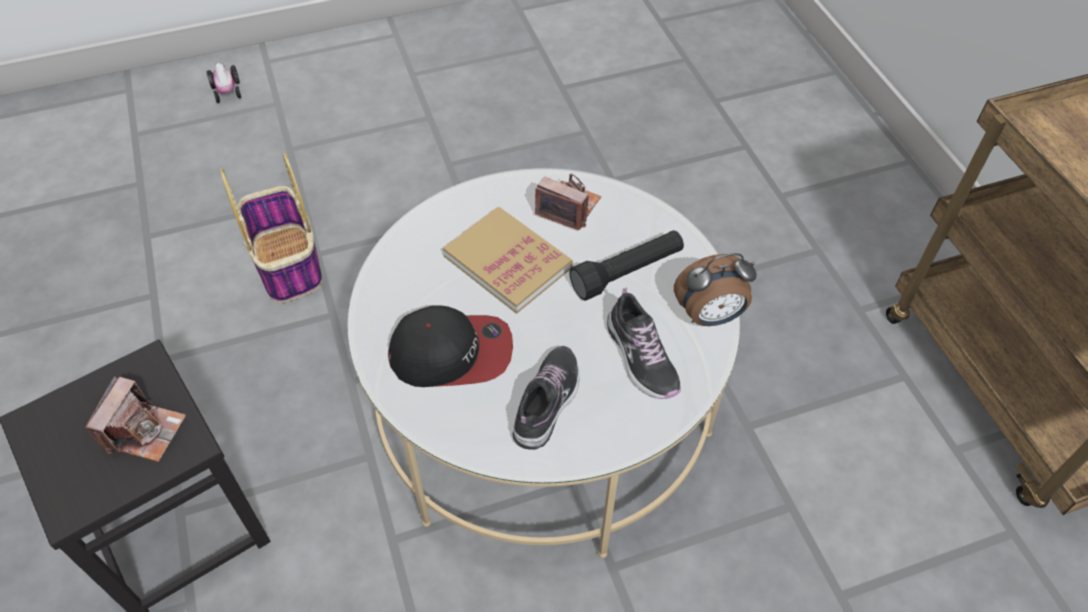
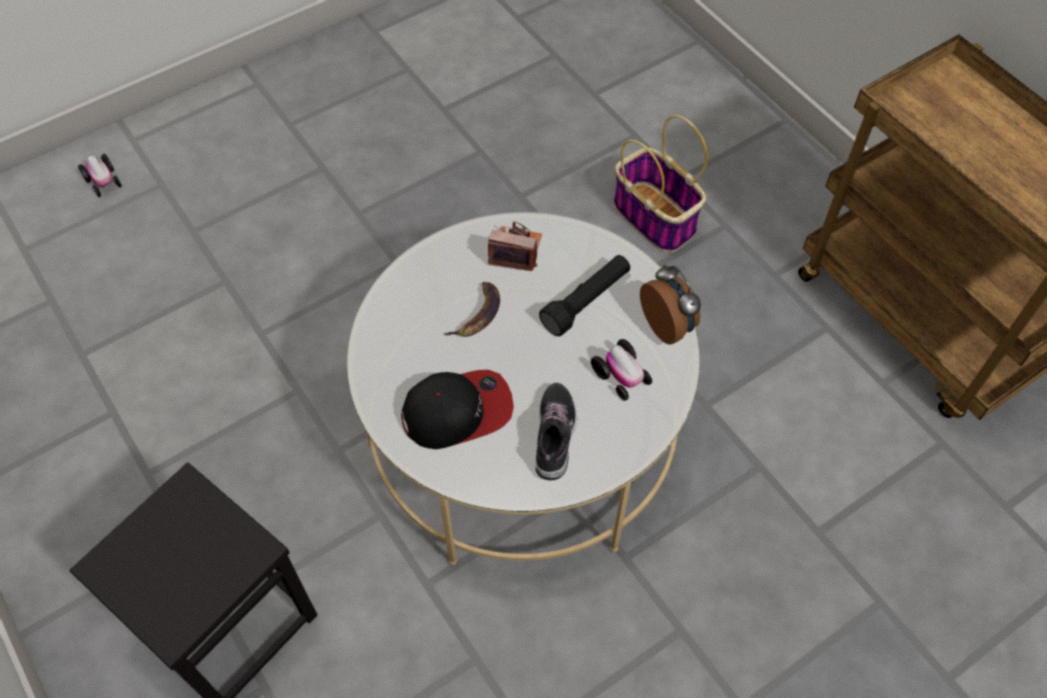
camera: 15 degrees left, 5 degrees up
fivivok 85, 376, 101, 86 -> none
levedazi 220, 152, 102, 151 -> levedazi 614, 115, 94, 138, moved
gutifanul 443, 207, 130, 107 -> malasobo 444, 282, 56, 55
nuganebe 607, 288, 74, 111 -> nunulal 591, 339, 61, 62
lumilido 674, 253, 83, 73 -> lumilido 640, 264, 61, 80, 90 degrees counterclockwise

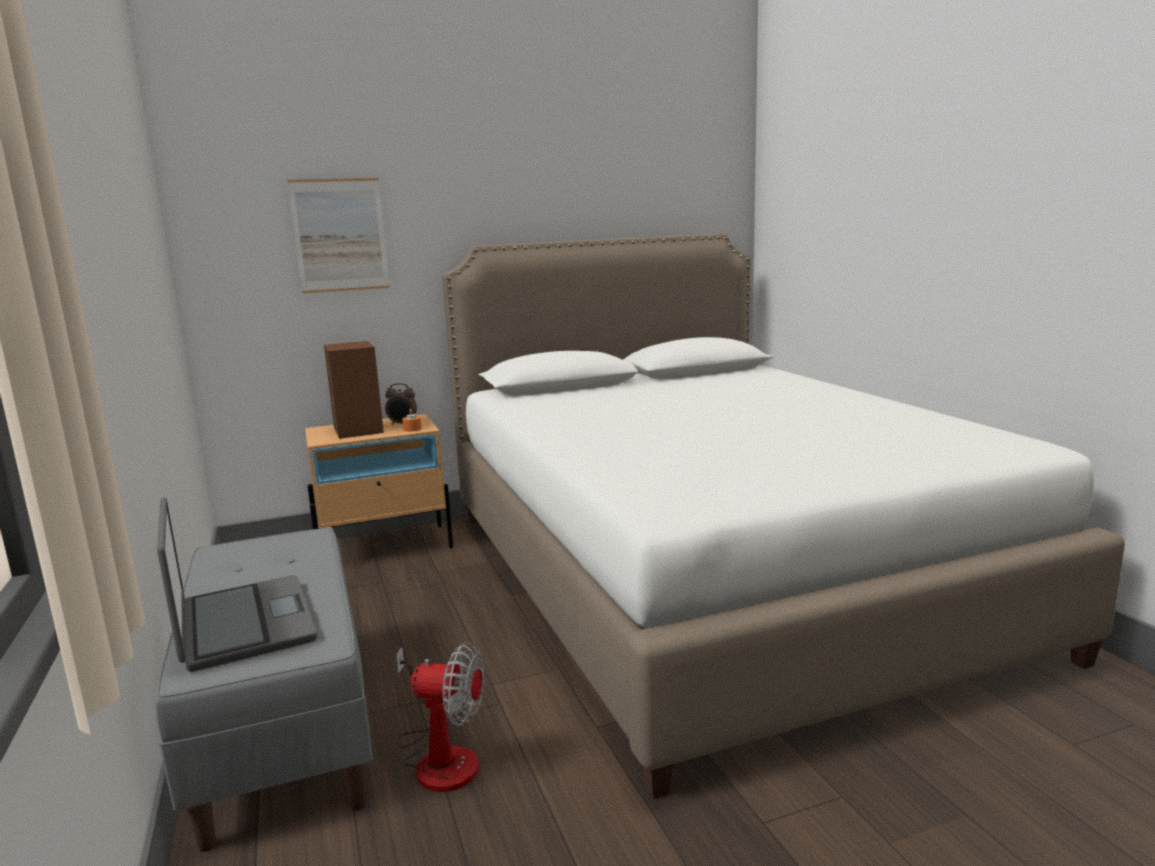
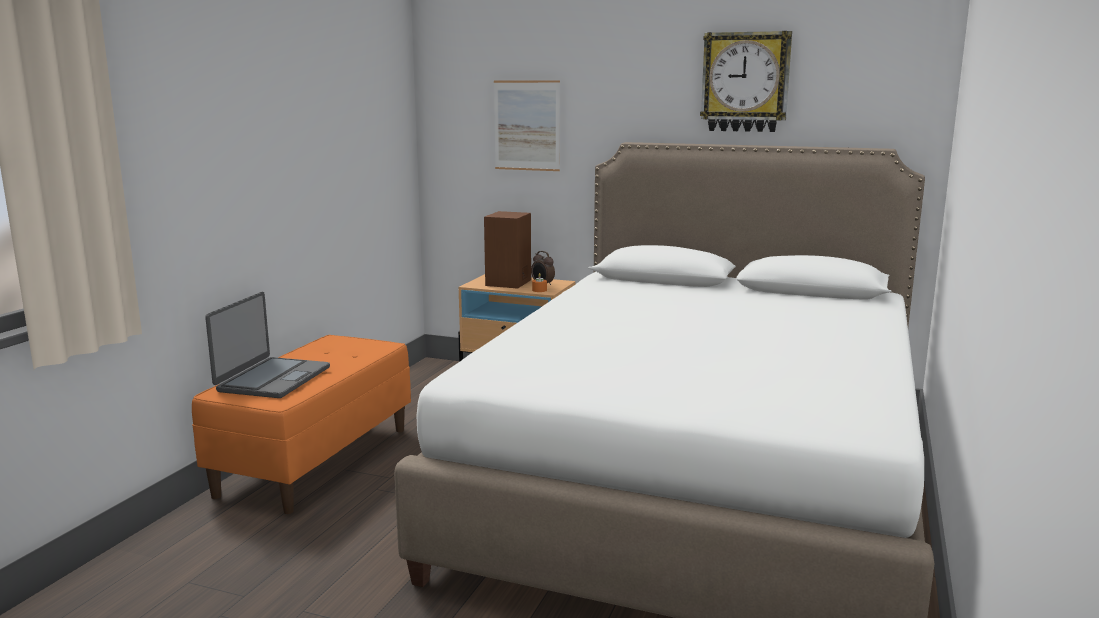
camera: 40 degrees right, 0 degrees up
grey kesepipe 156, 527, 217, 325 -> orange kesepipe 192, 335, 219, 179
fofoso 396, 642, 89, 150 -> none
none -> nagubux 700, 31, 92, 101

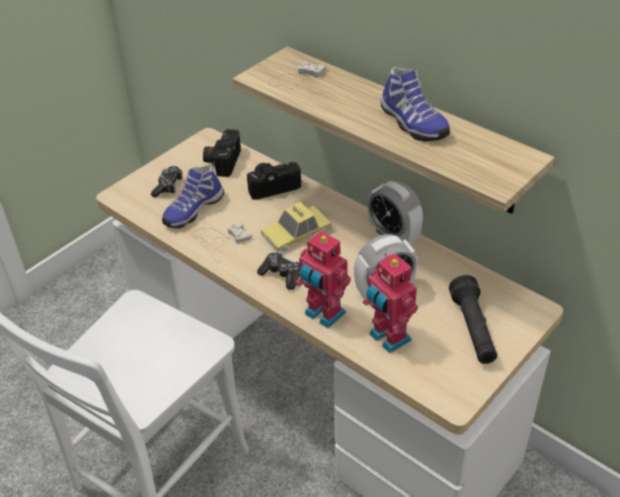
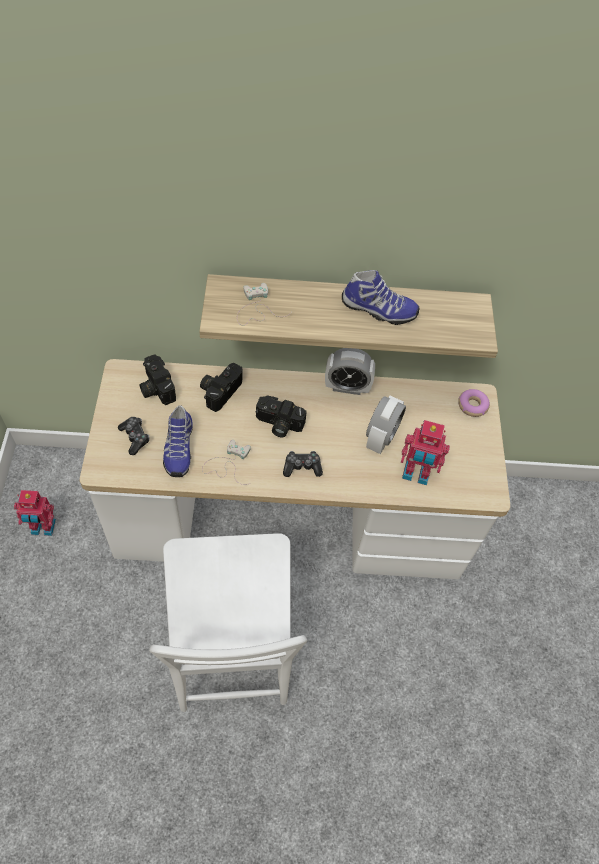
camera: 45 degrees left, 15 degrees up
nunulal 260, 202, 71, 50 -> fivivok 256, 395, 51, 42
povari 296, 231, 55, 97 -> povari 14, 490, 42, 46, moved
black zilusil 449, 275, 48, 89 -> none
none -> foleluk 458, 389, 32, 28

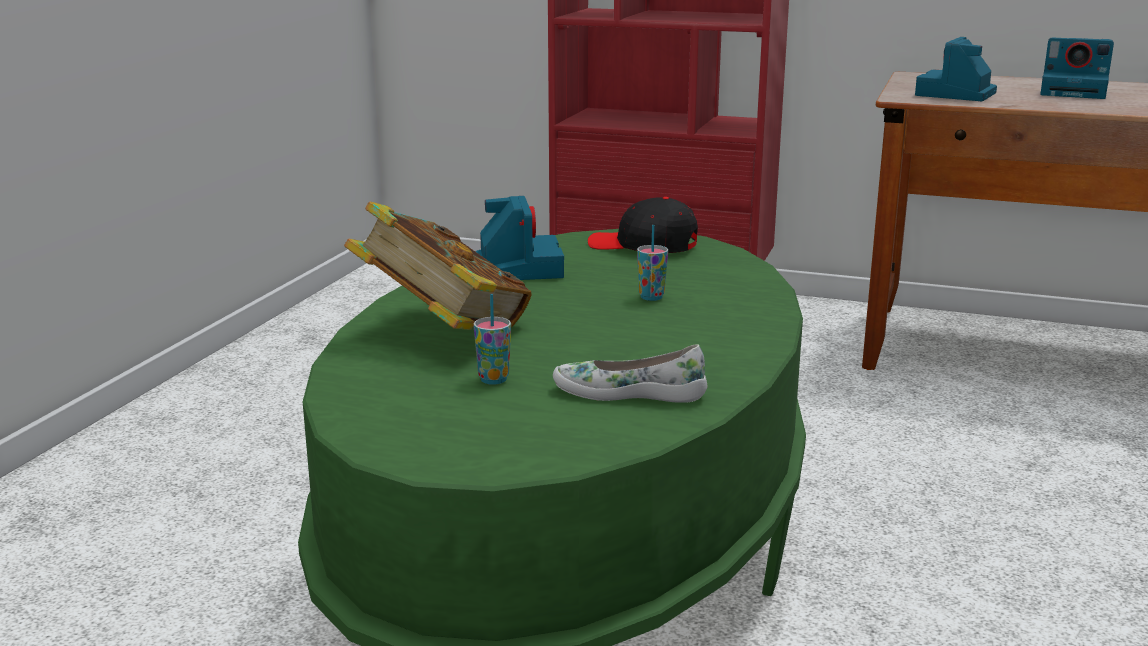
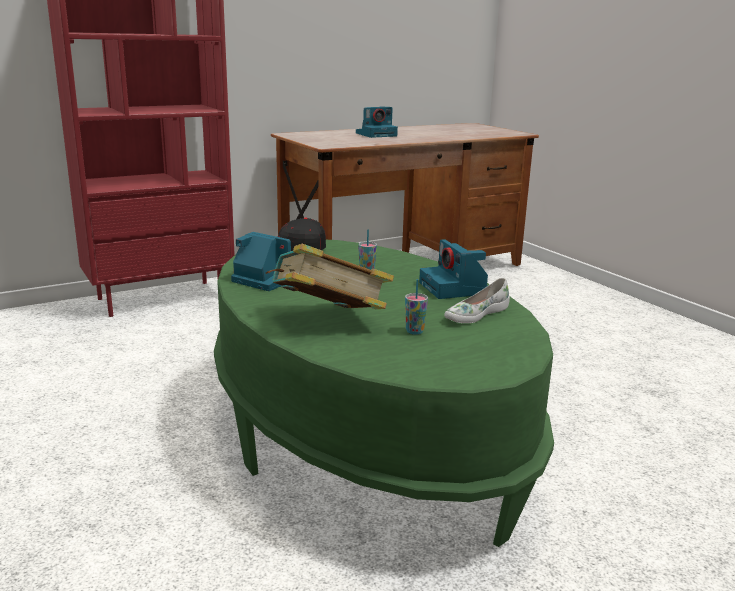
camera: 50 degrees left, 0 degrees up
fivivok 915, 37, 82, 64 -> fivivok 419, 239, 69, 60, moved

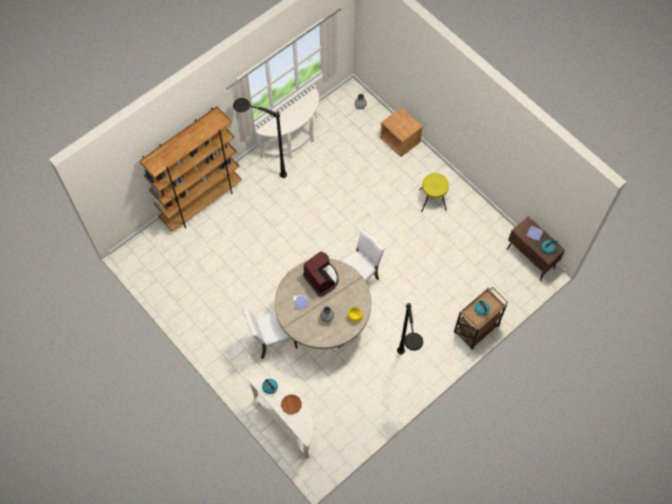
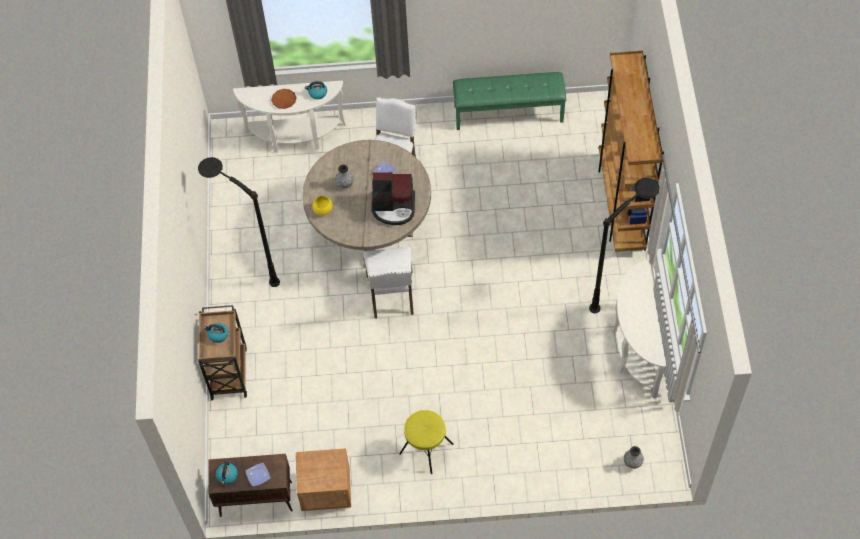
camera: 130 degrees right, 5 degrees down
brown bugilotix 380, 107, 43, 50 -> brown bugilotix 296, 448, 55, 63, moved
none -> green kesepipe 453, 72, 113, 58

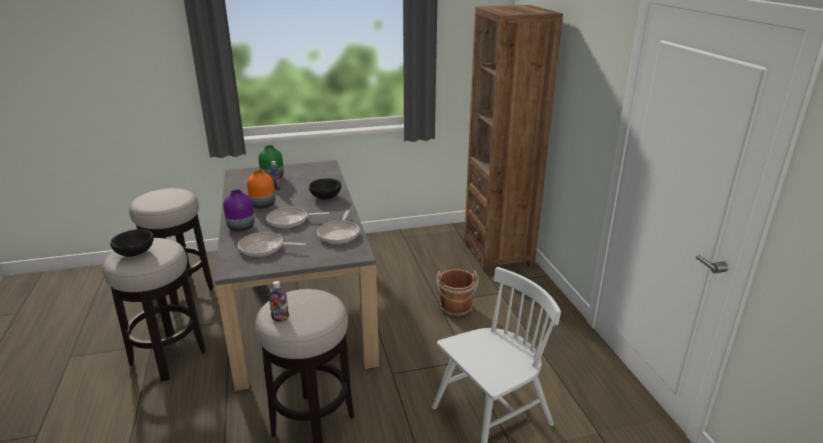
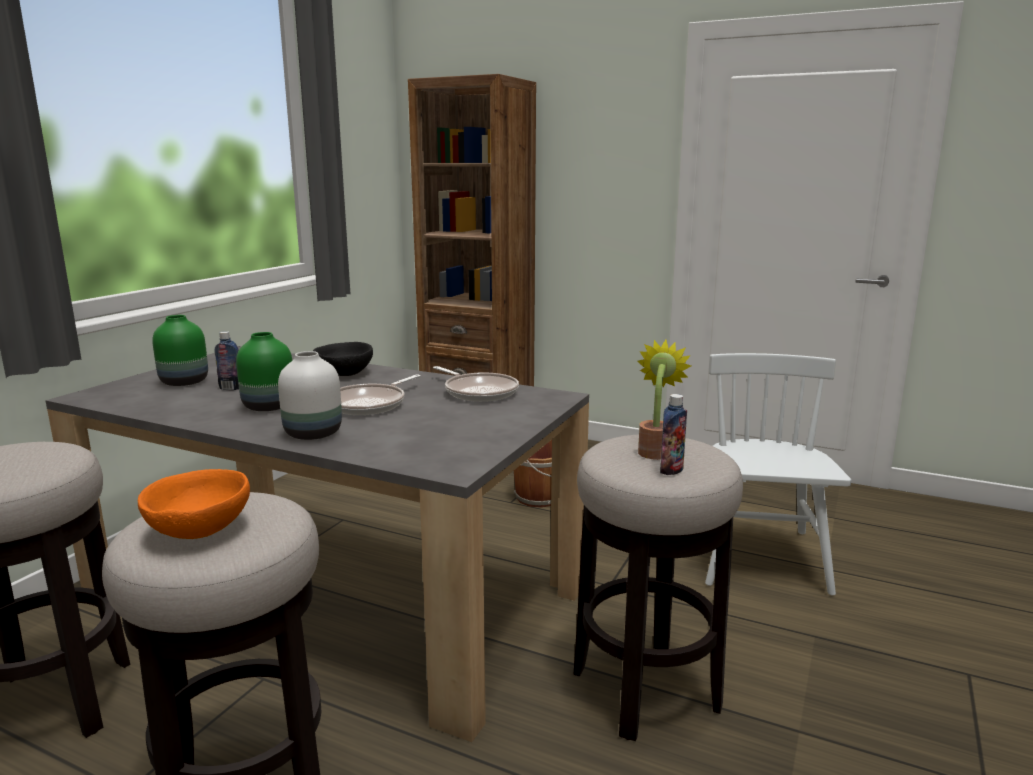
camera: 50 degrees left, 10 degrees down
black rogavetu 110, 229, 44, 28 -> orange rogavetu 138, 469, 112, 70
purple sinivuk 223, 190, 32, 42 -> white sinivuk 278, 351, 64, 89
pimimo 238, 232, 68, 25 -> none
orange sinivuk 247, 170, 28, 39 -> green sinivuk 236, 332, 57, 79
none -> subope 638, 340, 53, 120

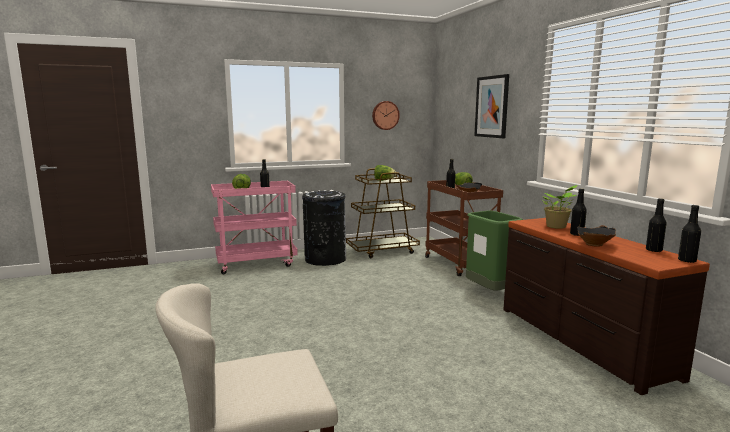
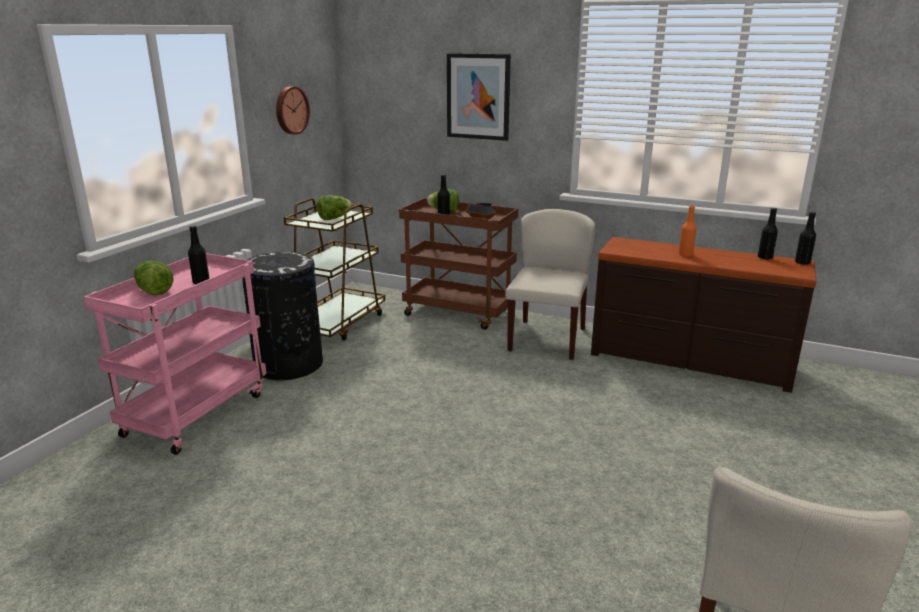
camera: 45 degrees left, 10 degrees up
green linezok 466, 211, 57, 80 -> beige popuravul 505, 209, 90, 151
subope 541, 185, 36, 44 -> none
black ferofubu 570, 188, 17, 48 -> orange ferofubu 679, 205, 18, 52
black rogavetu 577, 225, 39, 22 -> none

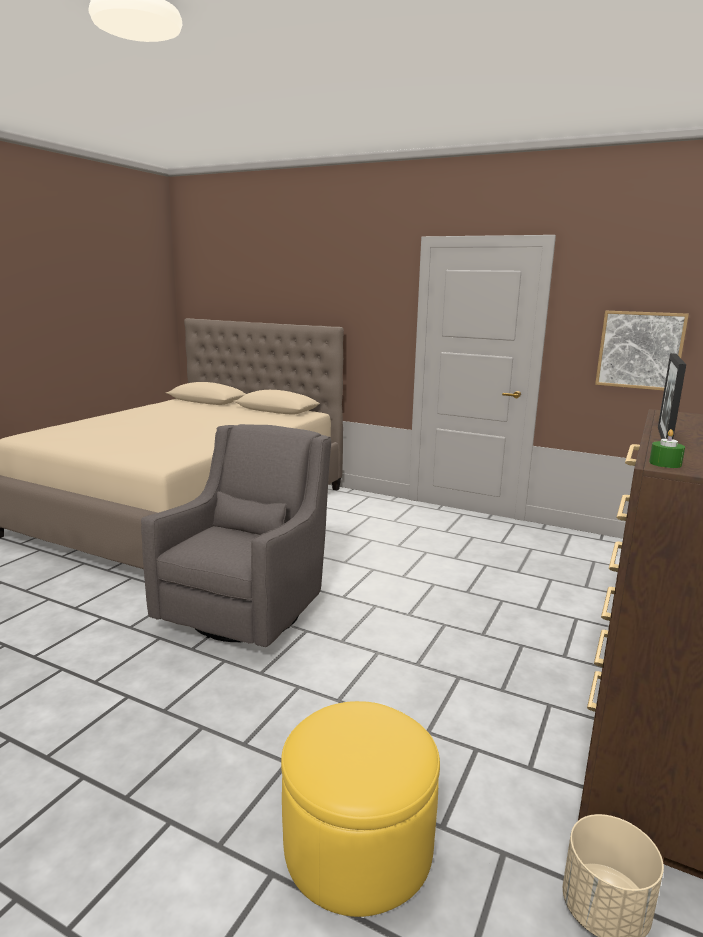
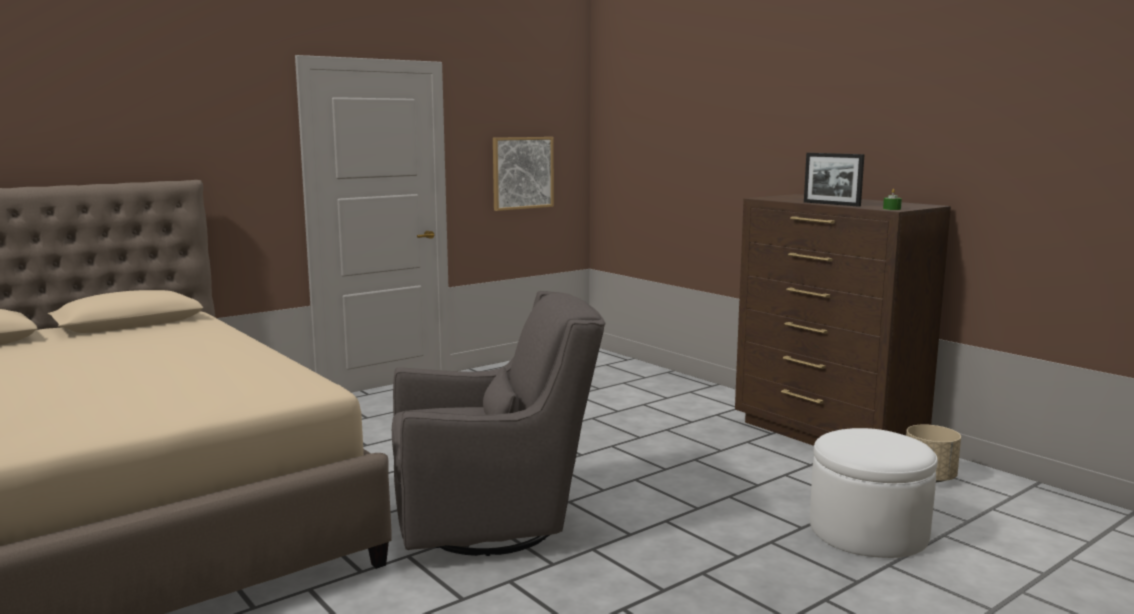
camera: 65 degrees left, 5 degrees down
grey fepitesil 141, 424, 190, 223 -> grey fepitesil 392, 291, 213, 265, 120 degrees clockwise
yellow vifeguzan 281, 701, 159, 216 -> white vifeguzan 810, 428, 128, 130

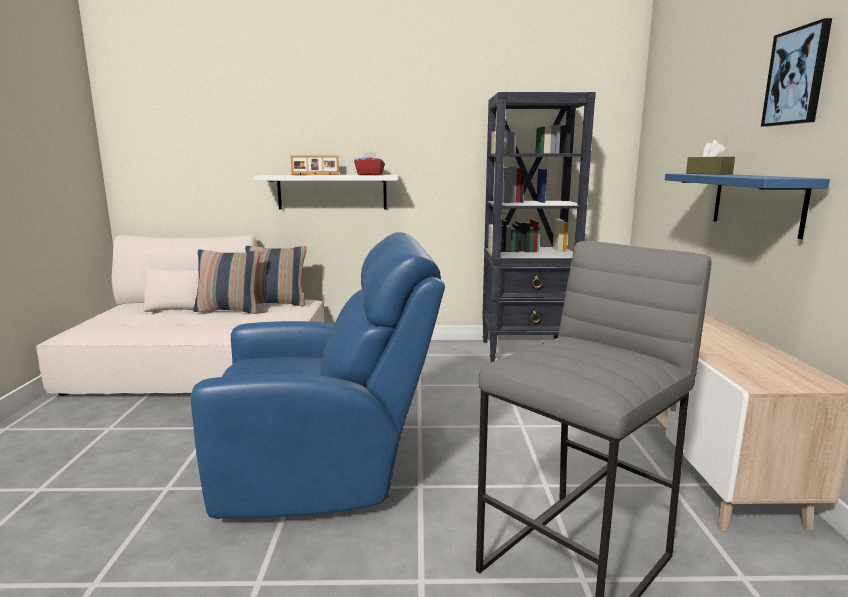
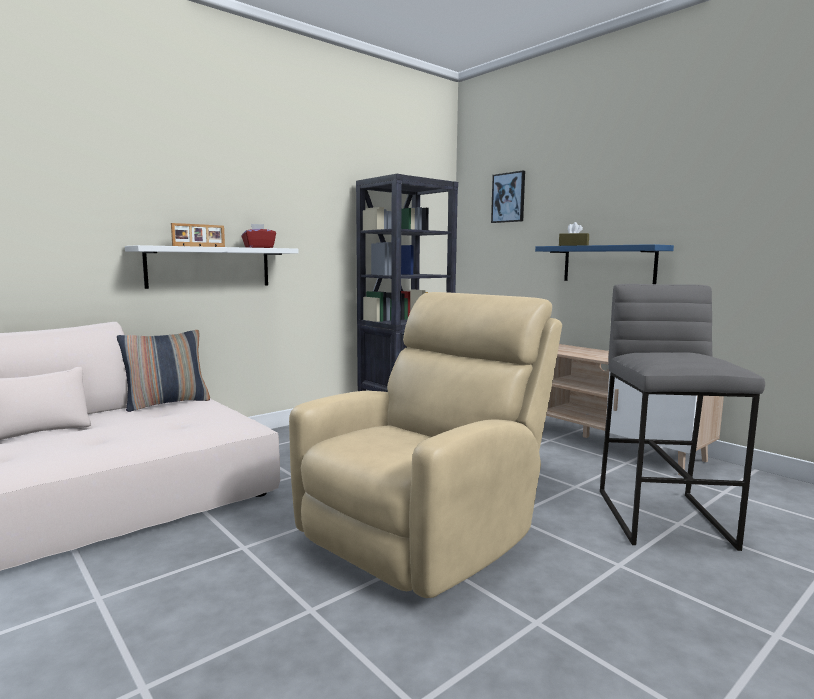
camera: 40 degrees left, 5 degrees down
blue fepitesil 191, 232, 254, 287 -> beige fepitesil 289, 292, 273, 306
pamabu 193, 249, 67, 65 -> none
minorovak 761, 18, 71, 109 -> minorovak 491, 171, 34, 52, moved

